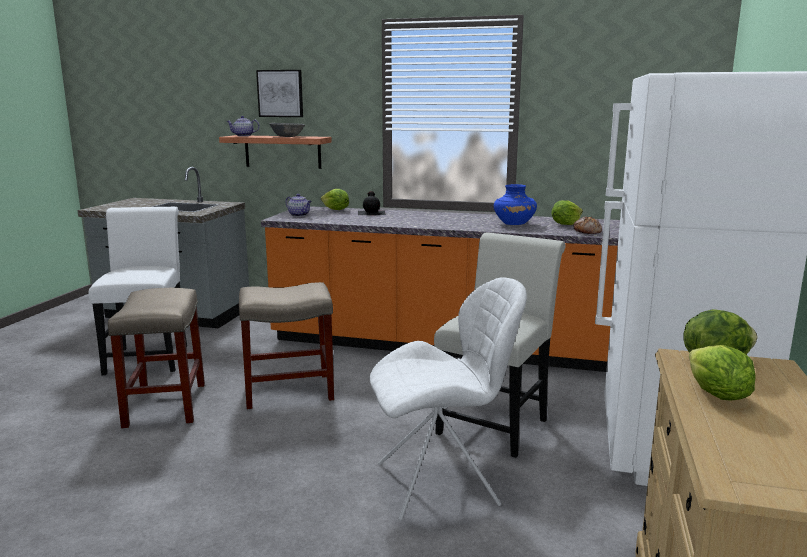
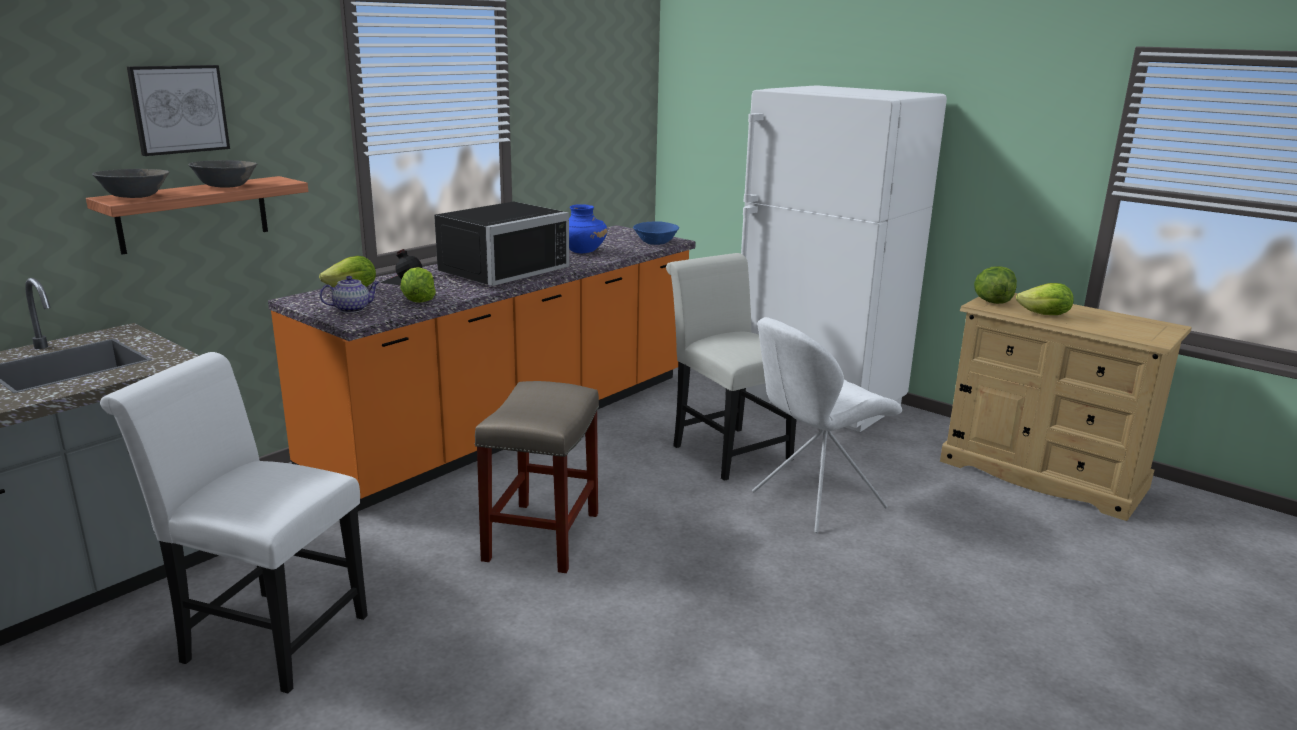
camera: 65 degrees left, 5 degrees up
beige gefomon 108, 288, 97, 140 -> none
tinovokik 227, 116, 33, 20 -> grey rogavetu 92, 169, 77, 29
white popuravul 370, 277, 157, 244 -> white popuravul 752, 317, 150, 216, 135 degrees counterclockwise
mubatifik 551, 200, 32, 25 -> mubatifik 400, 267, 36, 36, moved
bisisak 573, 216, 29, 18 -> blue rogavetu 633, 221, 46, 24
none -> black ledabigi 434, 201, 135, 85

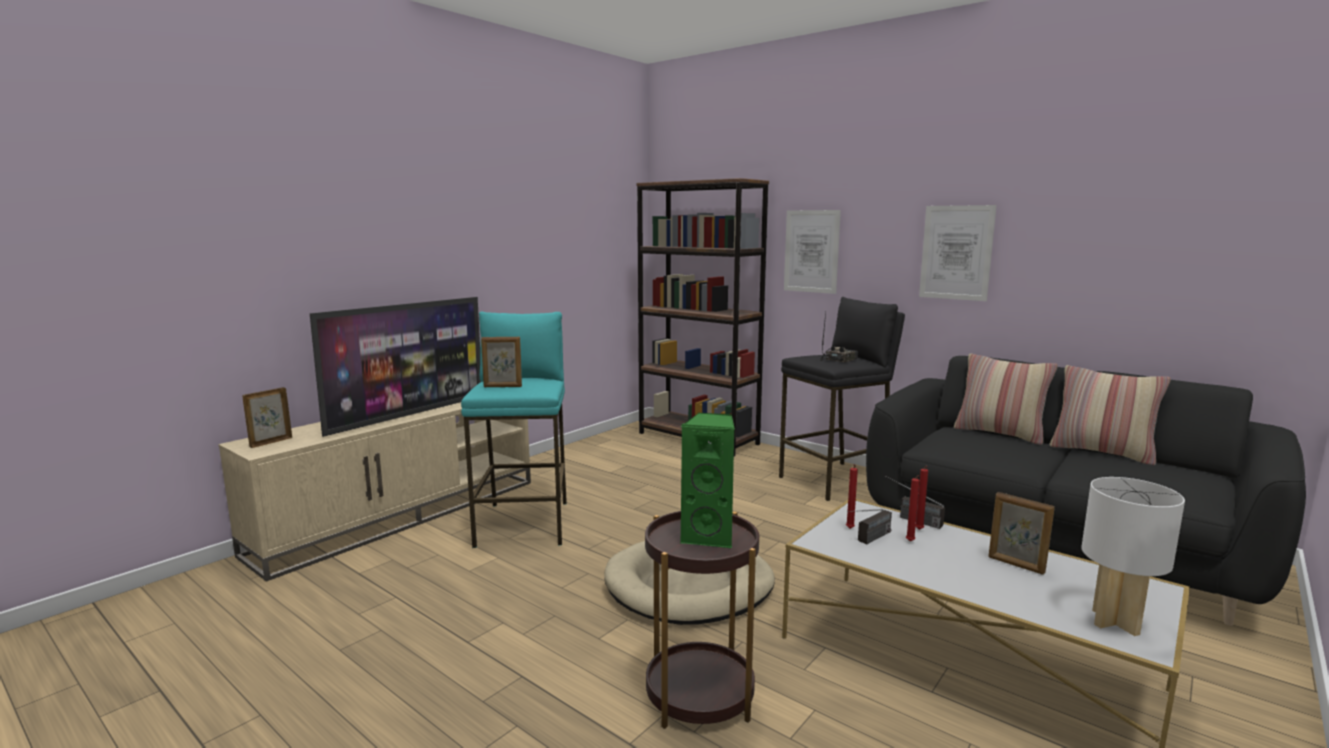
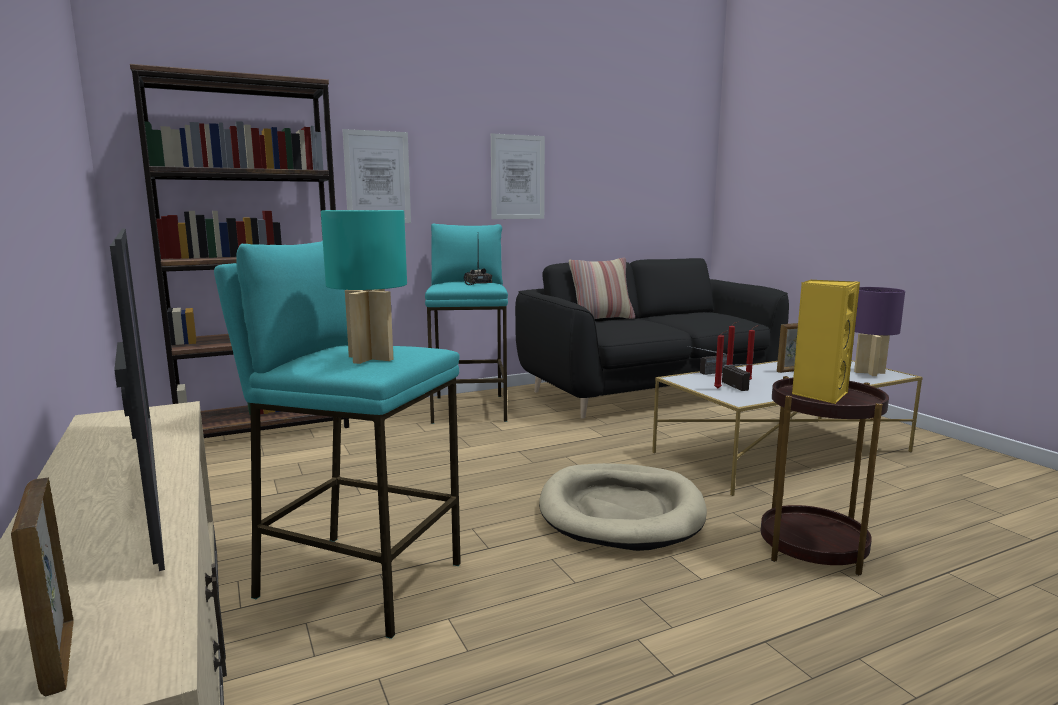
camera: 65 degrees left, 0 degrees up
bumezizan 481, 337, 41, 50 -> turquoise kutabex 321, 210, 86, 154
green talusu 680, 413, 55, 135 -> yellow talusu 792, 280, 68, 124
black gefomon 779, 297, 126, 204 -> turquoise gefomon 425, 223, 83, 201
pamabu 1050, 365, 121, 100 -> none
white kutabex 1081, 477, 104, 159 -> purple kutabex 854, 287, 51, 89

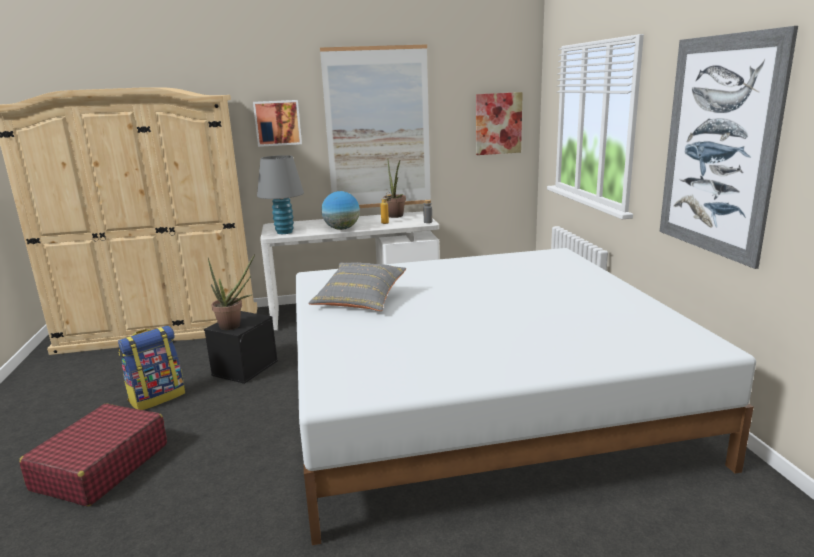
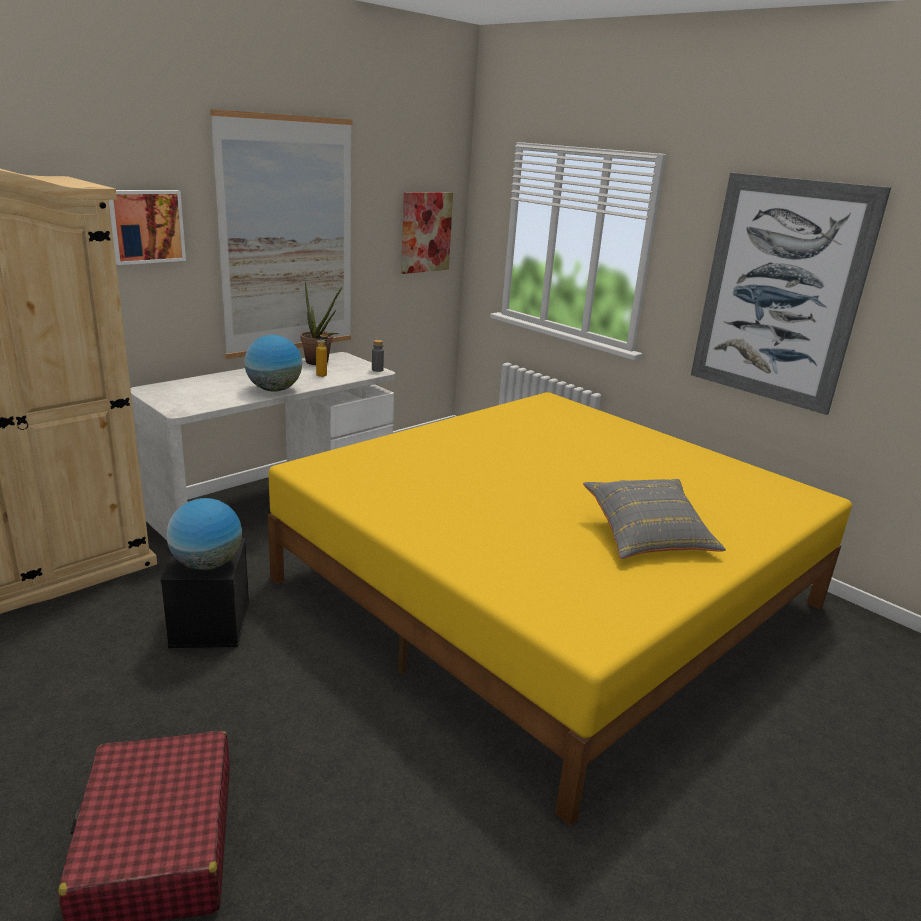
camera: 35 degrees left, 5 degrees up
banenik 118, 326, 67, 84 -> none
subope 208, 254, 47, 76 -> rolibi 167, 498, 75, 72
grey kutabex 257, 155, 47, 79 -> none
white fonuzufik 295, 248, 461, 297 -> yellow fonuzufik 268, 392, 584, 434
grey pamabu 308, 262, 98, 49 -> grey pamabu 583, 479, 143, 80, moved

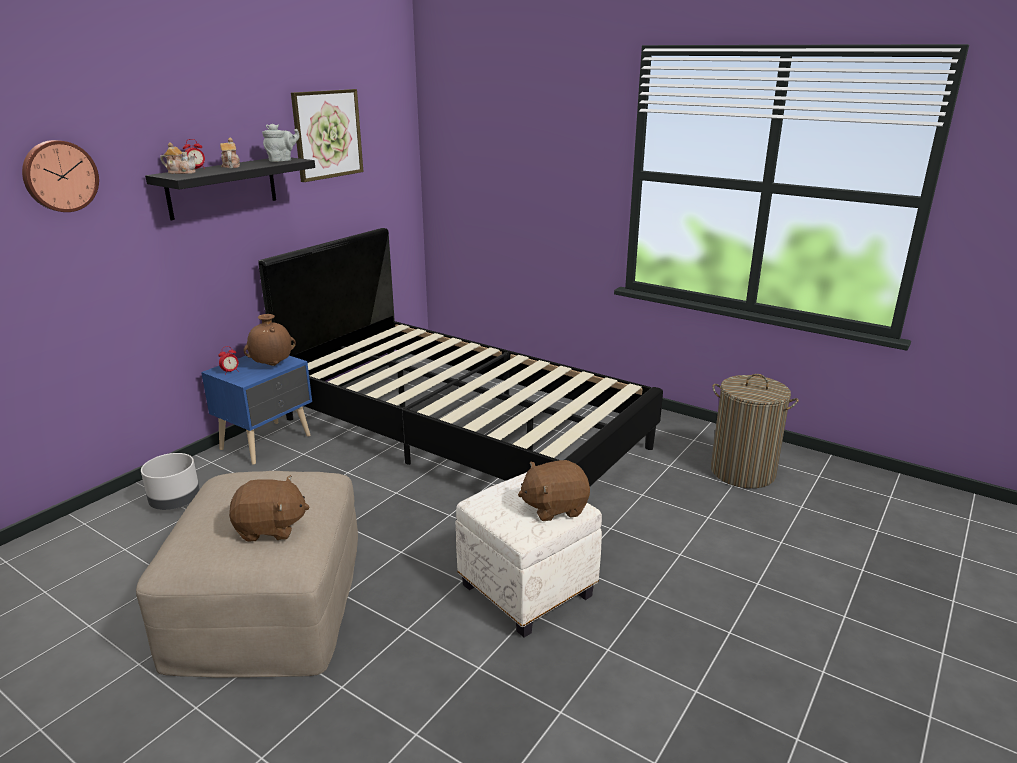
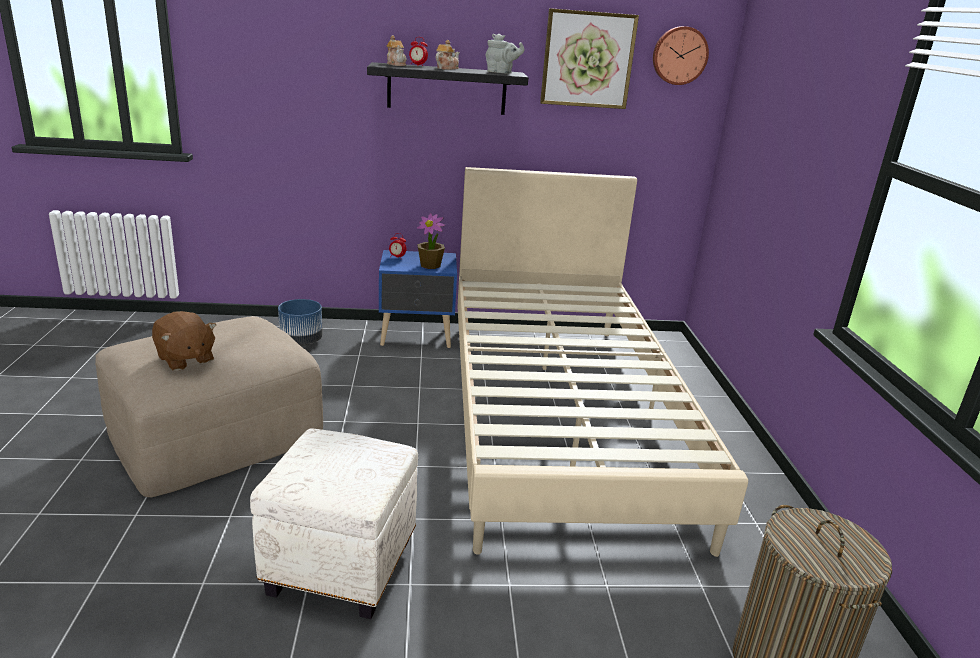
camera: 50 degrees right, 0 degrees up
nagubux 22, 140, 77, 72 -> nagubux 653, 26, 56, 59, moved
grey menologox 141, 453, 59, 57 -> blue menologox 278, 299, 44, 47
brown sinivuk 244, 314, 52, 52 -> subope 417, 213, 28, 56
black fonuzufik 258, 228, 405, 258 -> beige fonuzufik 458, 167, 290, 390
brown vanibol 518, 460, 72, 61 -> none

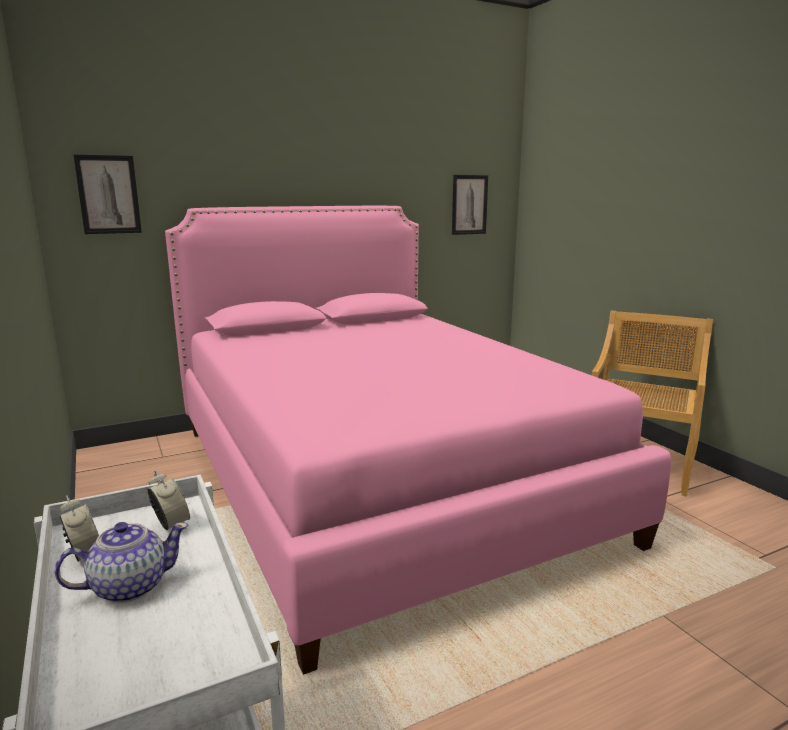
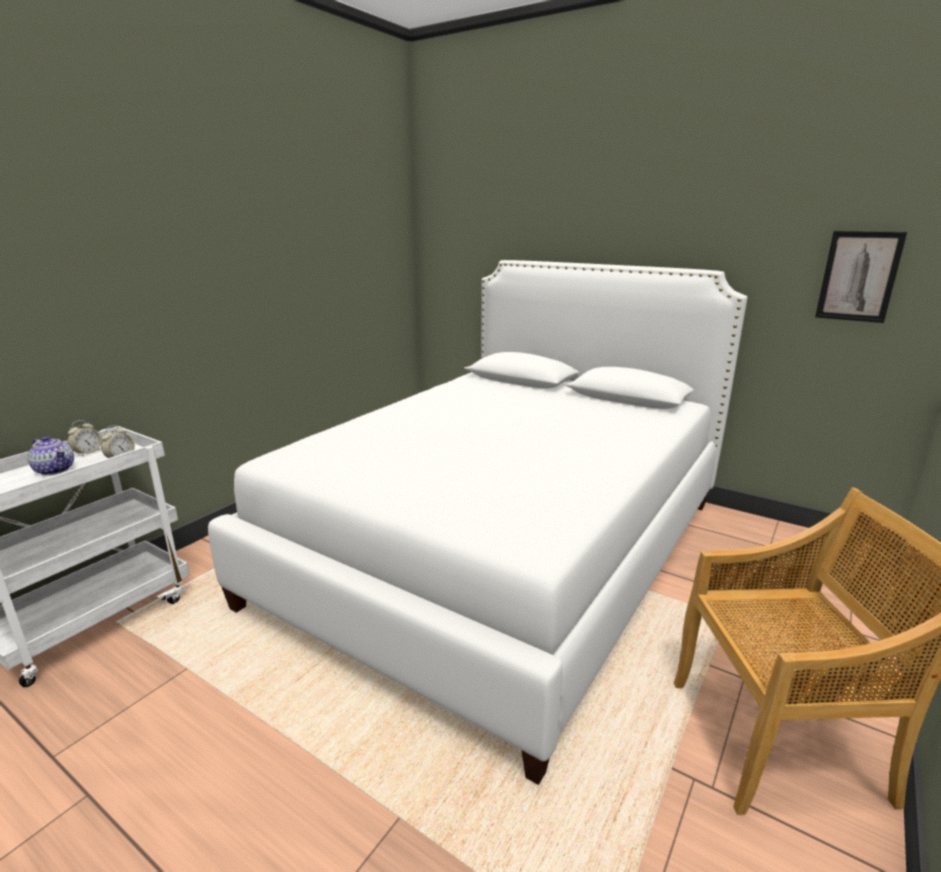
camera: 60 degrees right, 5 degrees up
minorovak 73, 154, 69, 80 -> none
pink fonuzufik 165, 206, 506, 469 -> white fonuzufik 208, 260, 540, 525

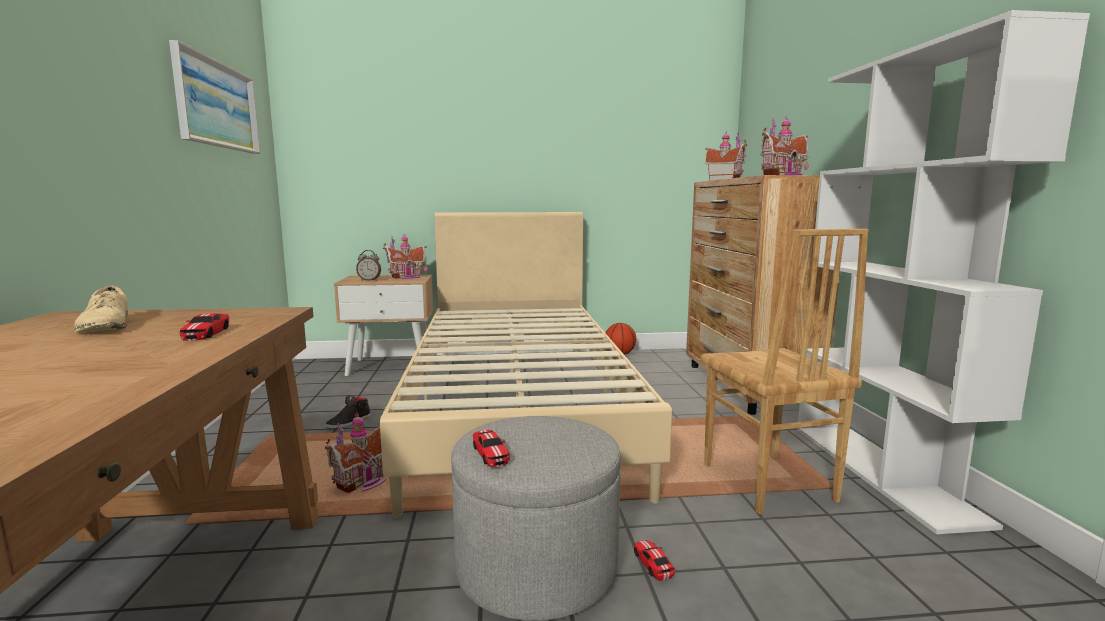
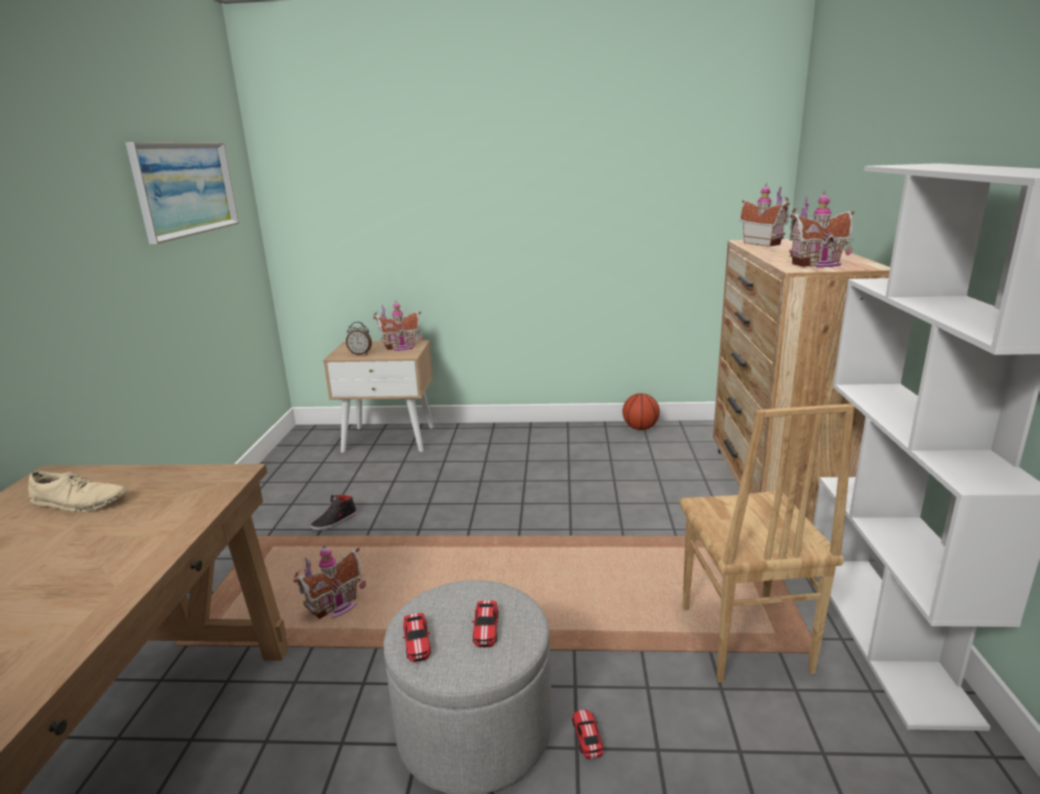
camera: 10 degrees right, 10 degrees up
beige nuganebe 74, 285, 54, 47 -> beige nuganebe 28, 471, 99, 41, 60 degrees counterclockwise
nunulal 180, 314, 49, 27 -> nunulal 472, 600, 26, 48, moved
beige fonuzufik 380, 212, 292, 306 -> none

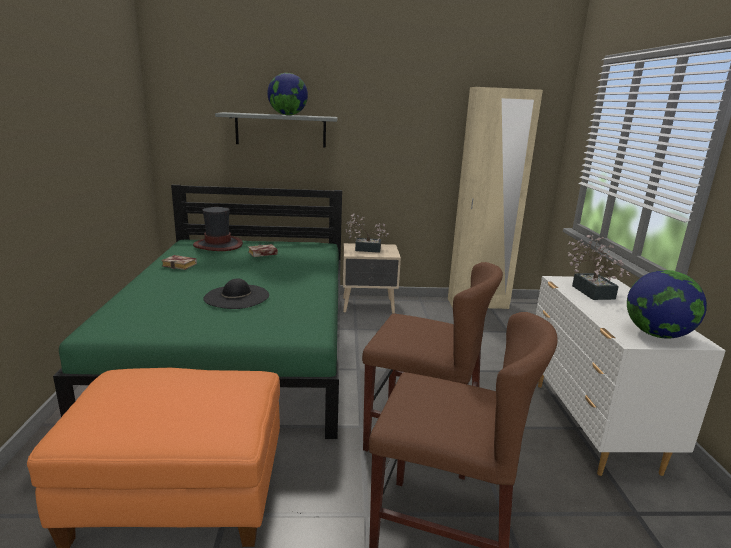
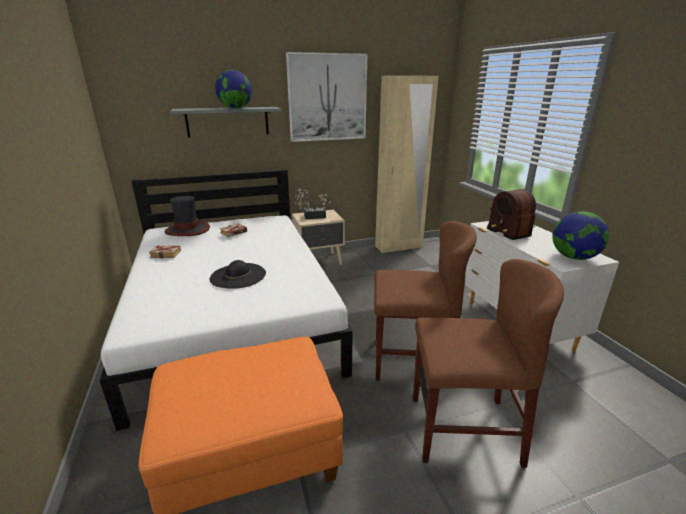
camera: 15 degrees left, 5 degrees up
green fonuzufik 53, 185, 289, 254 -> white fonuzufik 99, 170, 254, 261
subope 567, 235, 63, 65 -> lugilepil 486, 189, 50, 51
none -> minorovak 286, 52, 81, 90

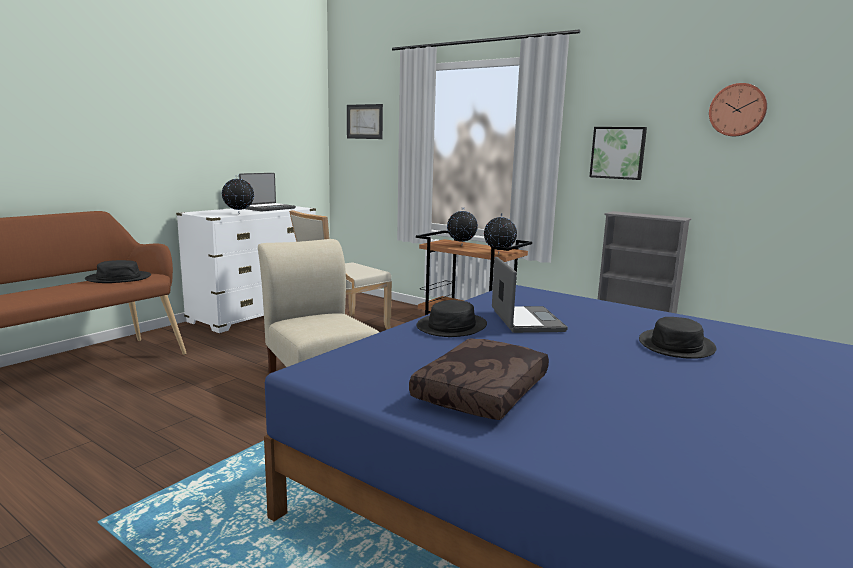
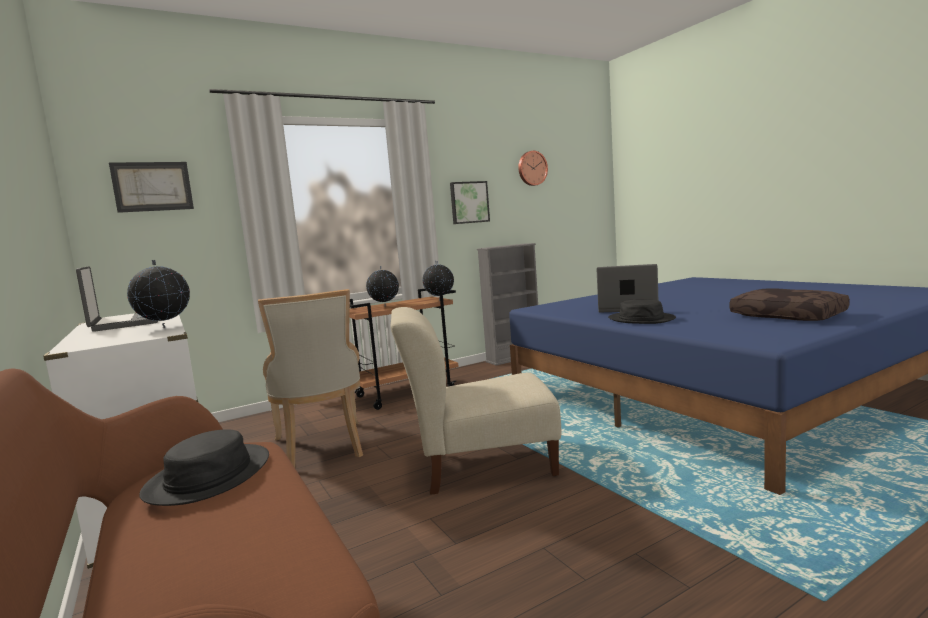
camera: 65 degrees left, 5 degrees down
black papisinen 639, 317, 77, 42 -> none

